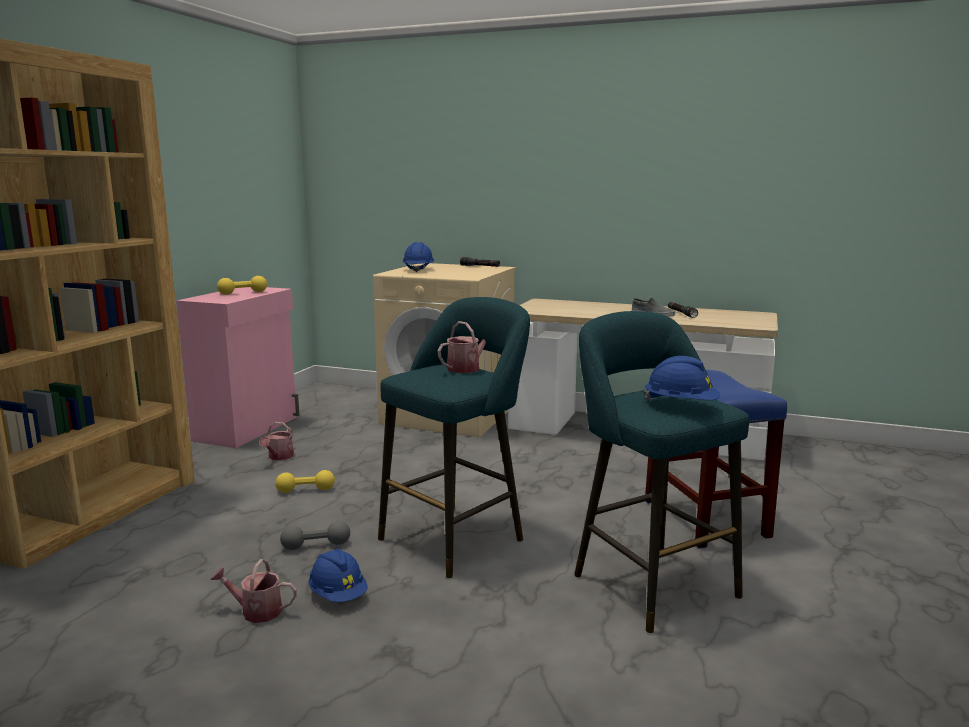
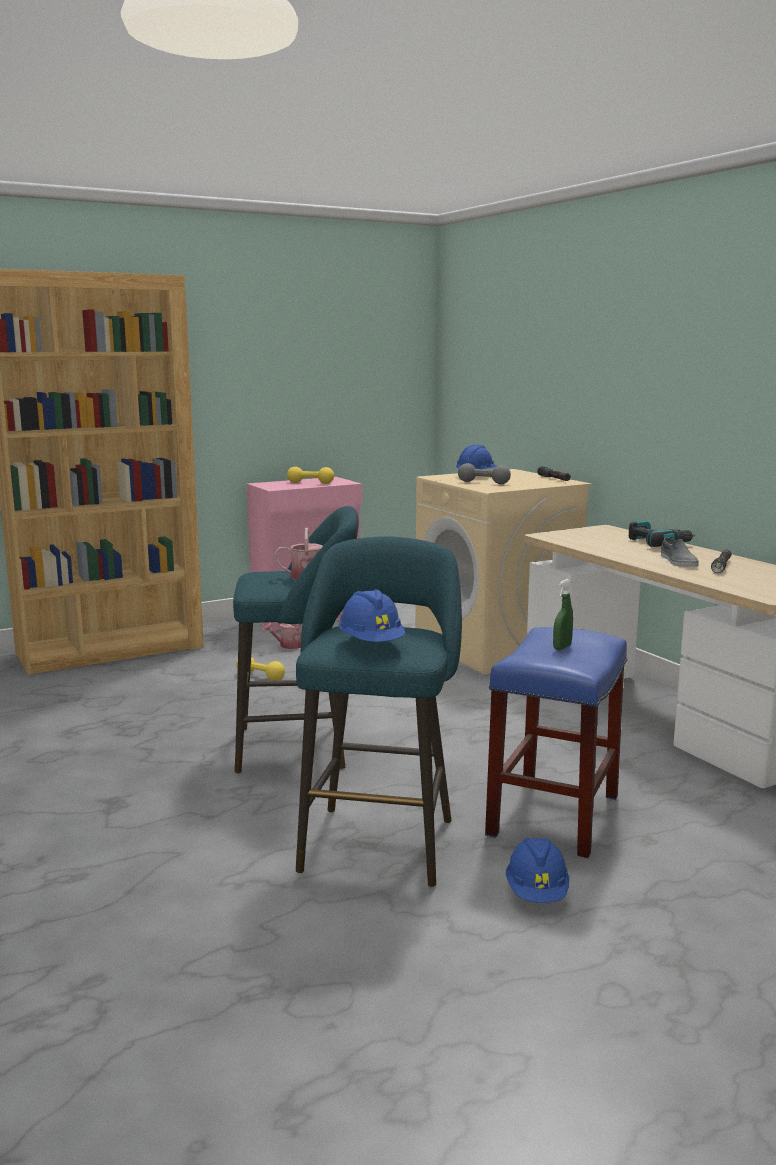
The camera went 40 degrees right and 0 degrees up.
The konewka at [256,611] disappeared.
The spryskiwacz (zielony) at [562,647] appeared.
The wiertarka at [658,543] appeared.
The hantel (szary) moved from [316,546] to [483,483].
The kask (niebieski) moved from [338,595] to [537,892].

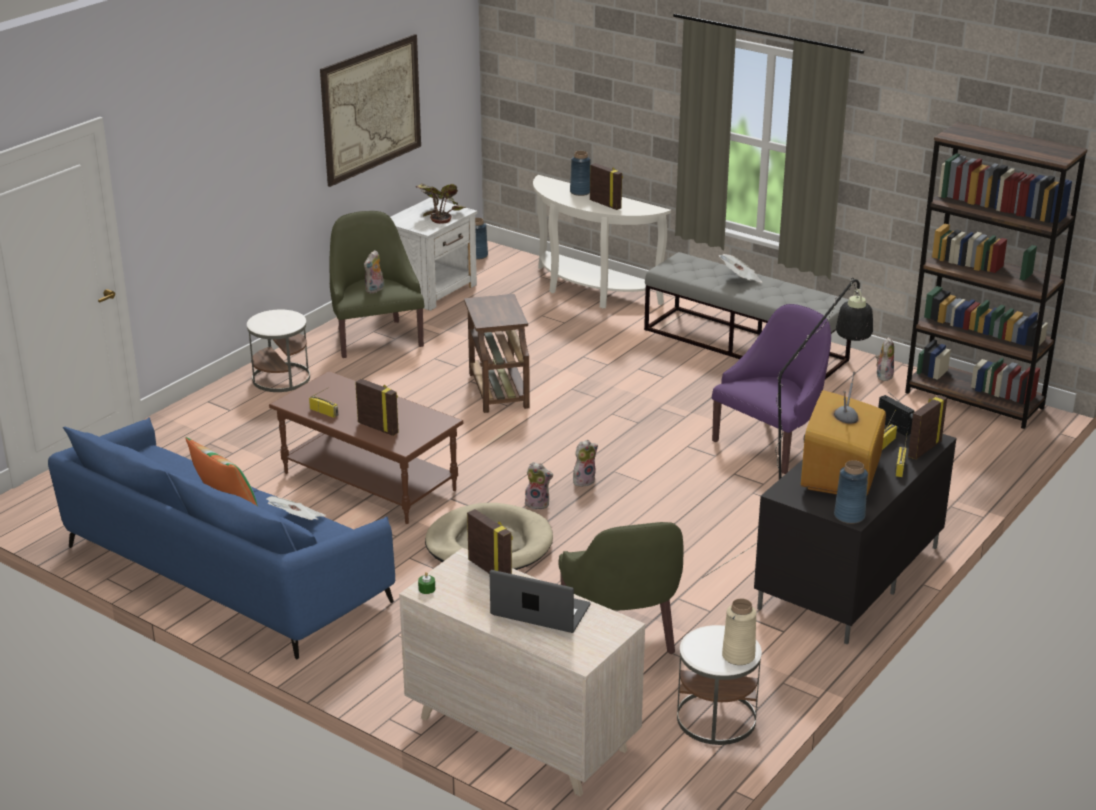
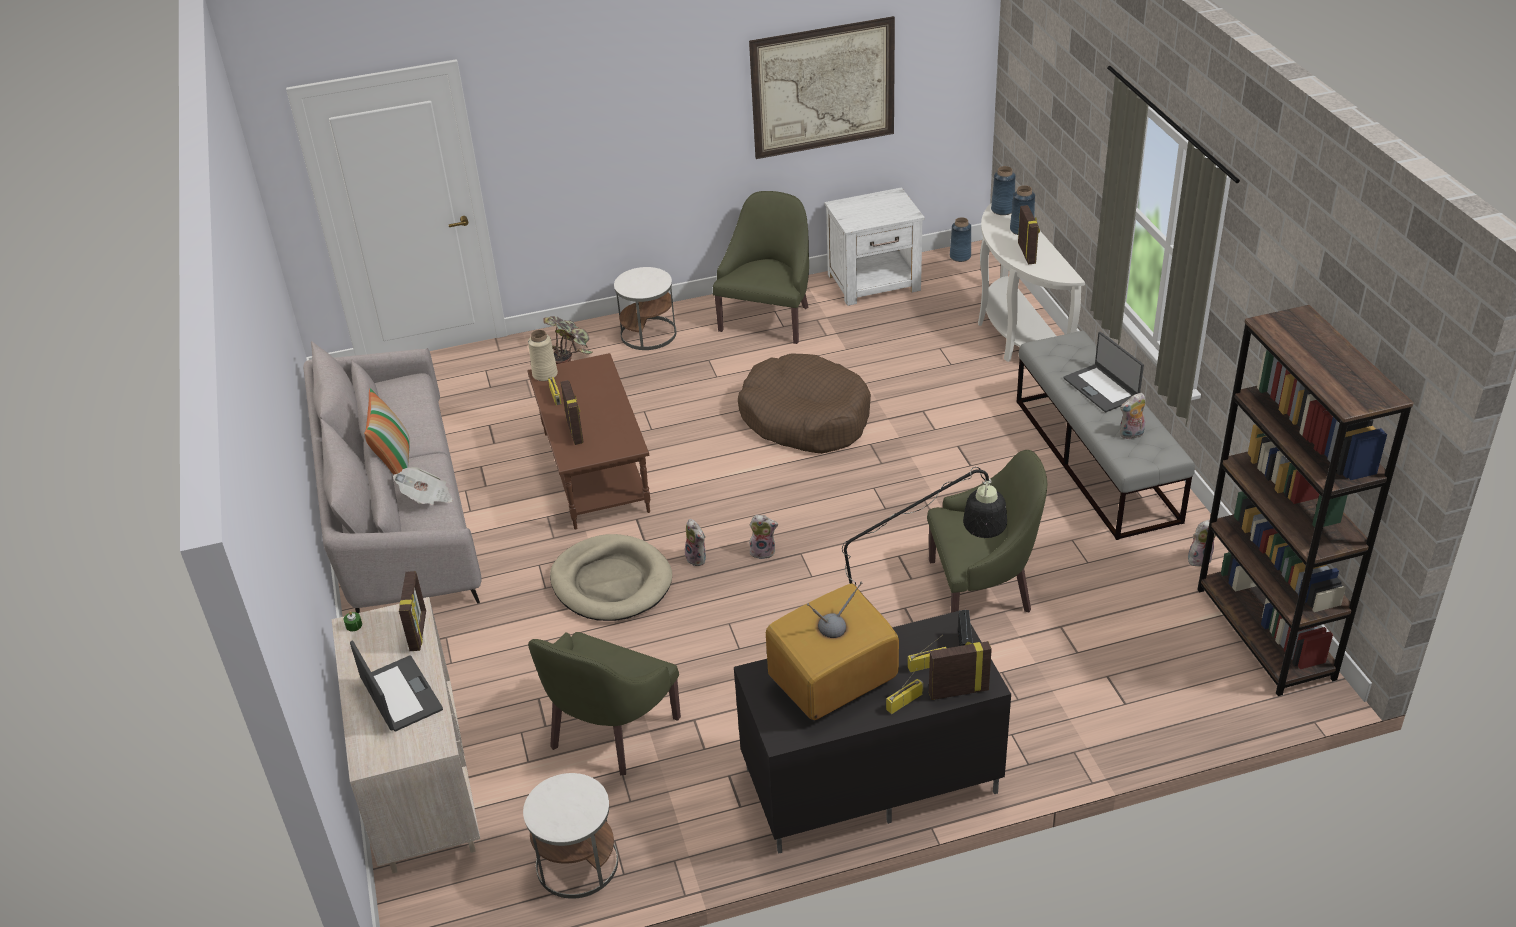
The camera went 40 degrees right and 10 degrees up.
The pluszak moved from [375,290] to [1131,435].
The roślina doniczkowa moved from [439,214] to [570,351].
The wazon (beżowy) moved from [738,656] to [545,374].
The wazon (niebieski) moved from [849,516] to [1003,210].
The stolik (brązowy) at [498,390] was replaced by the legowisko (brązowy) at [805,418].
The gazeta at [740,279] was replaced by the laptop at [1101,388].
The kanapa (niebieski) at [220,573] became the kanapa (szary) at [398,512].
The fotel (fioletowy) at [771,443] became the fotel (zielony) at [982,589].

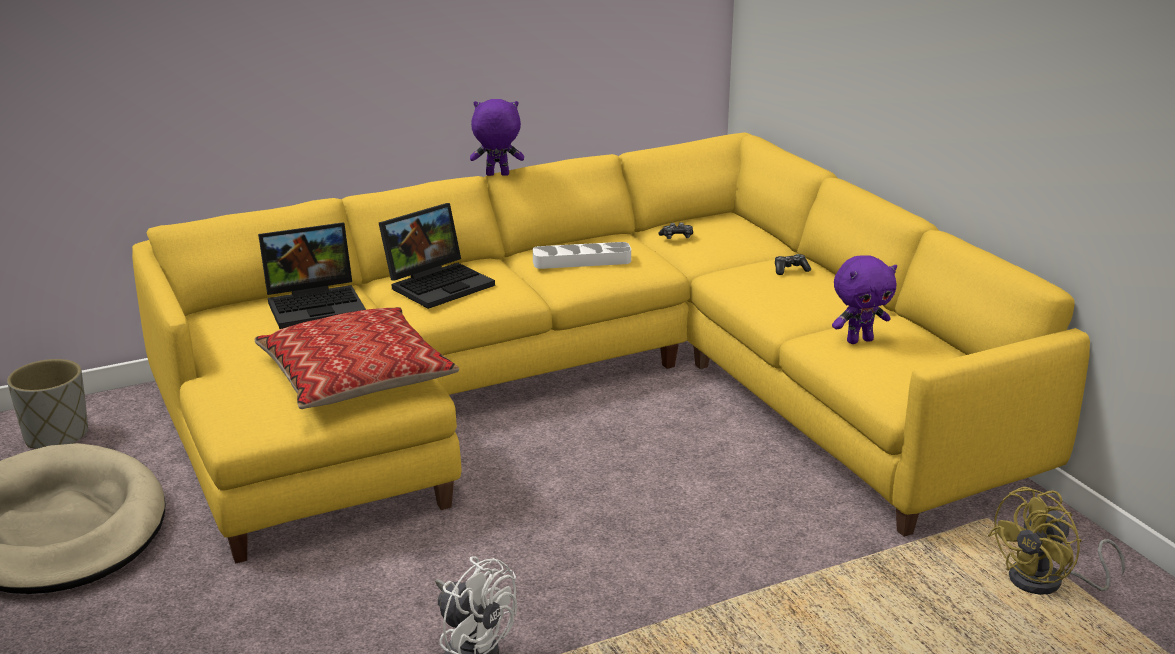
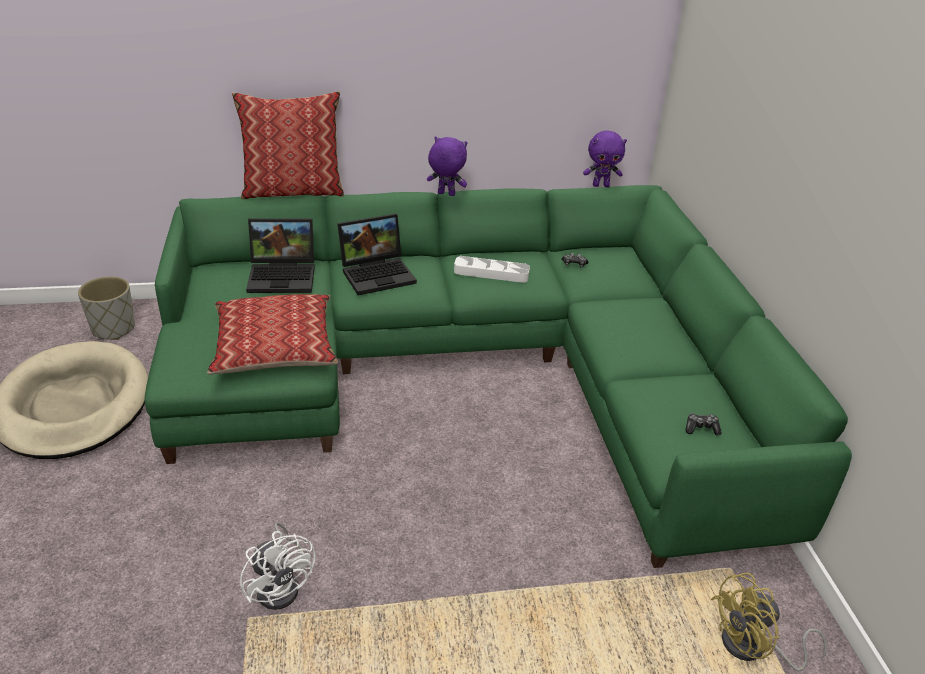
The camera went 15 degrees right and 10 degrees up.
The poduszka at [293,191] appeared.
The pad do gier moved from [790,270] to [701,428].
The pluszak (fioletowy) moved from [859,340] to [601,185].
The kanapa (żółty) at [595,391] became the kanapa (zielony) at [482,371].

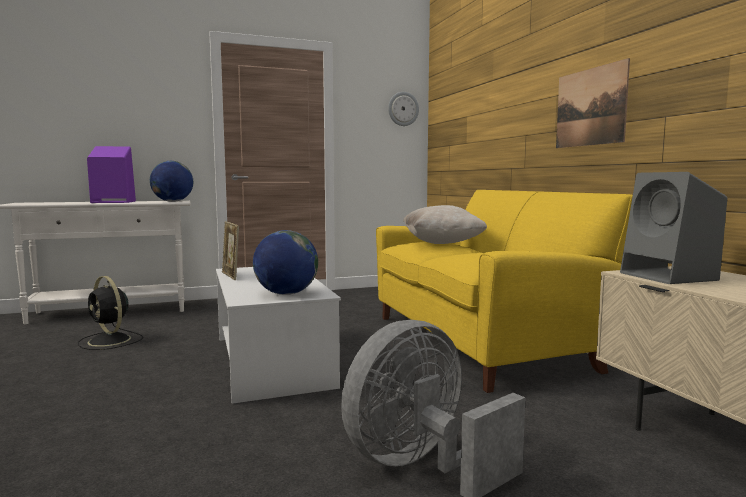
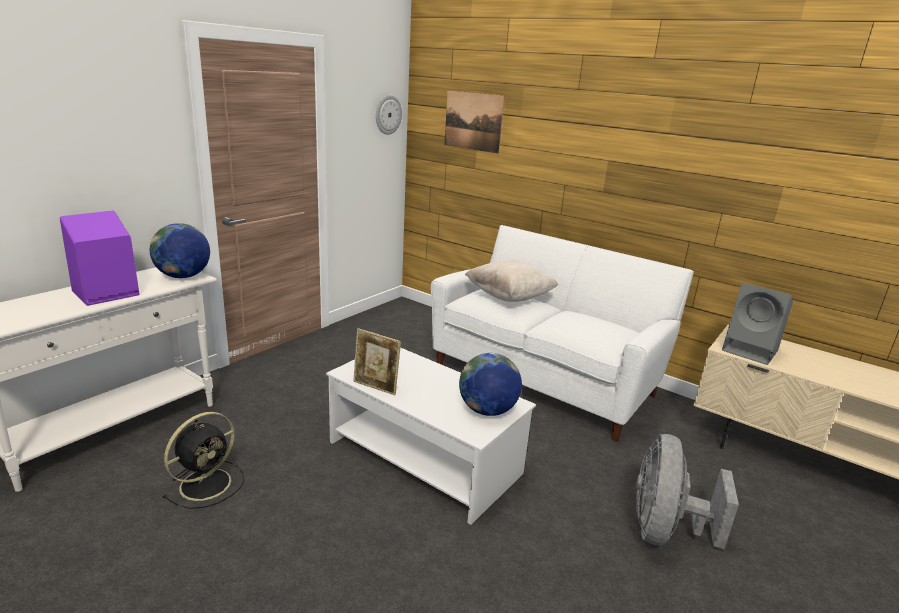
The camera went 35 degrees left and 15 degrees up.
The obraz moved from [590,107] to [473,121].
The kanapa (żółty) at [480,341] became the kanapa (biały) at [545,379].
The wentylator (czarny) at [110,341] turned 60 degrees counterclockwise.

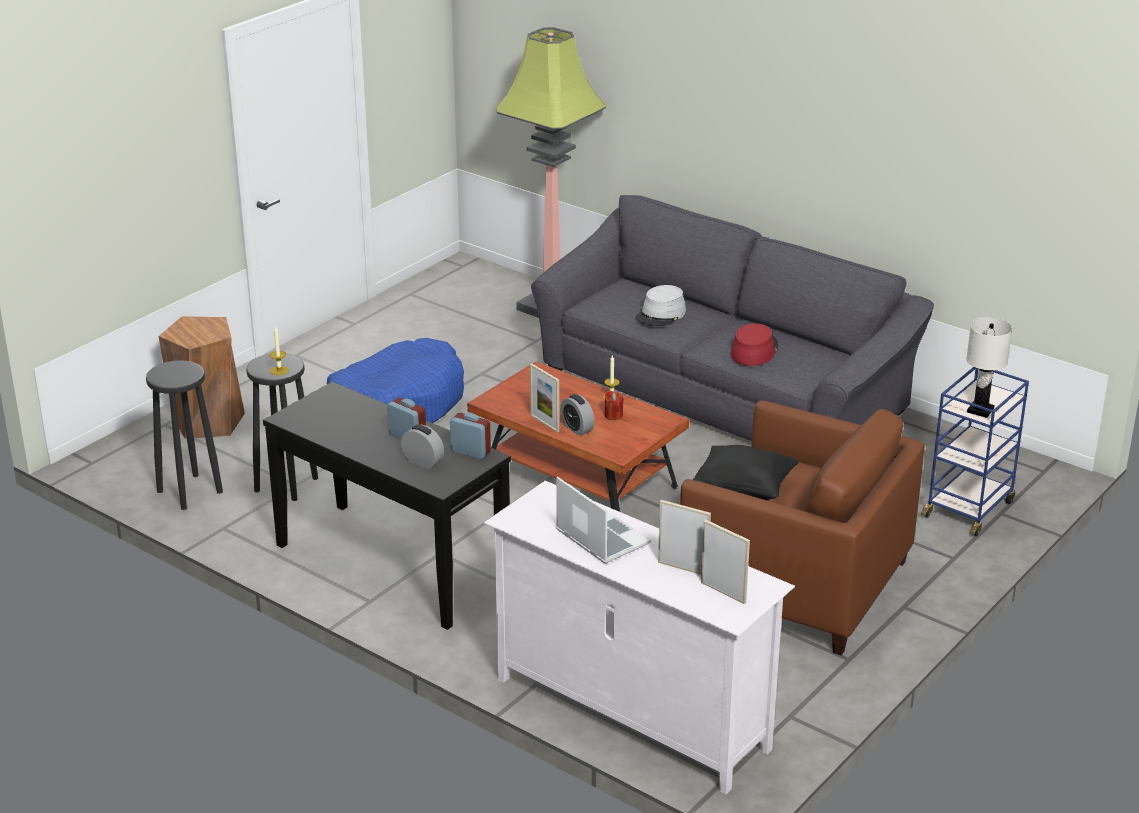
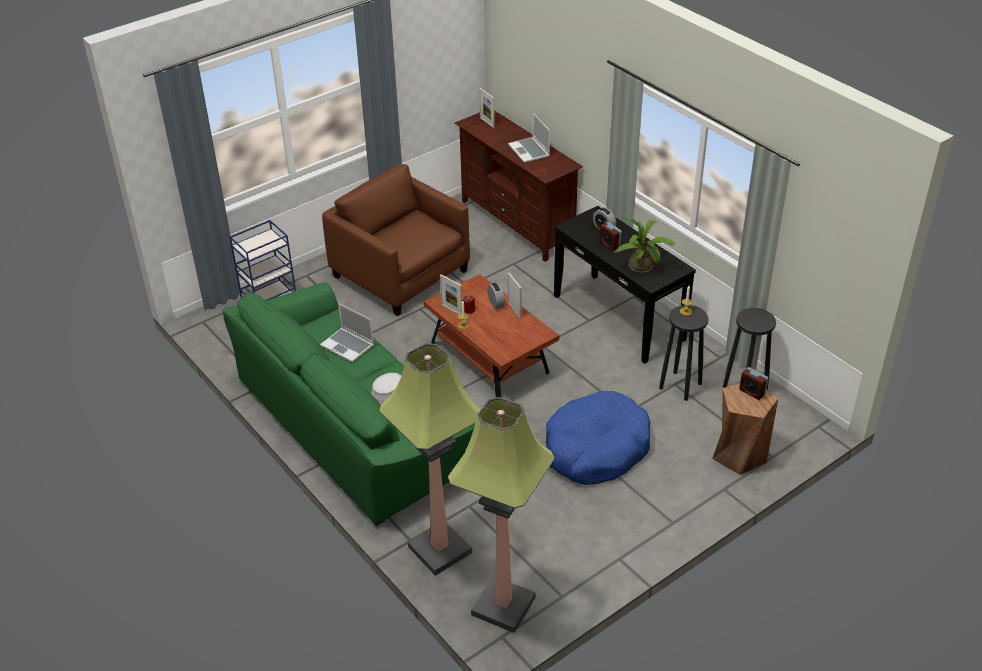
The camera went 165 degrees left and 10 degrees up.
The poduszka (czarny) at [744,491] disappeared.
The lampa stołowa (biały) at [981,410] disappeared.
The lampa stojąca at [503,607] appeared.
The roślina doniczkowa at [643,268] appeared.
The budzik moved from [470,451] to [752,392].
The ramka na zdjęcie moved from [682,568] to [451,310].
The kapelusz (czerwony) at [754,350] was replaced by the laptop at [348,346].
The szafka pod telewizor (biały) at [630,714] became the szafka pod telewizor (brązowy) at [517,223].
The kanapa (szary) at [722,389] became the kanapa (zielony) at [353,425].

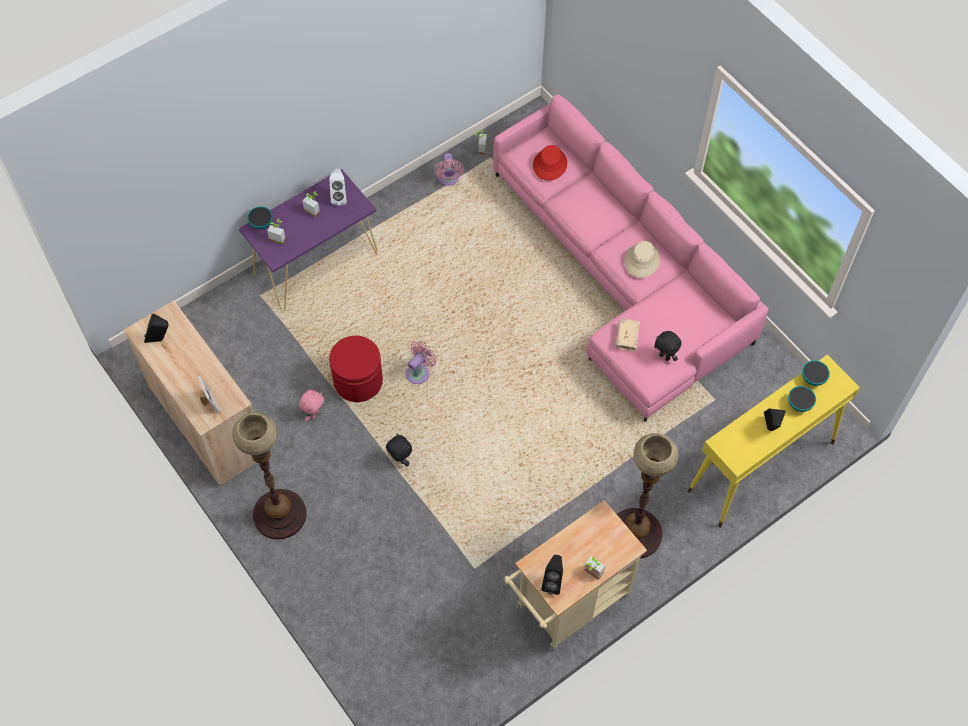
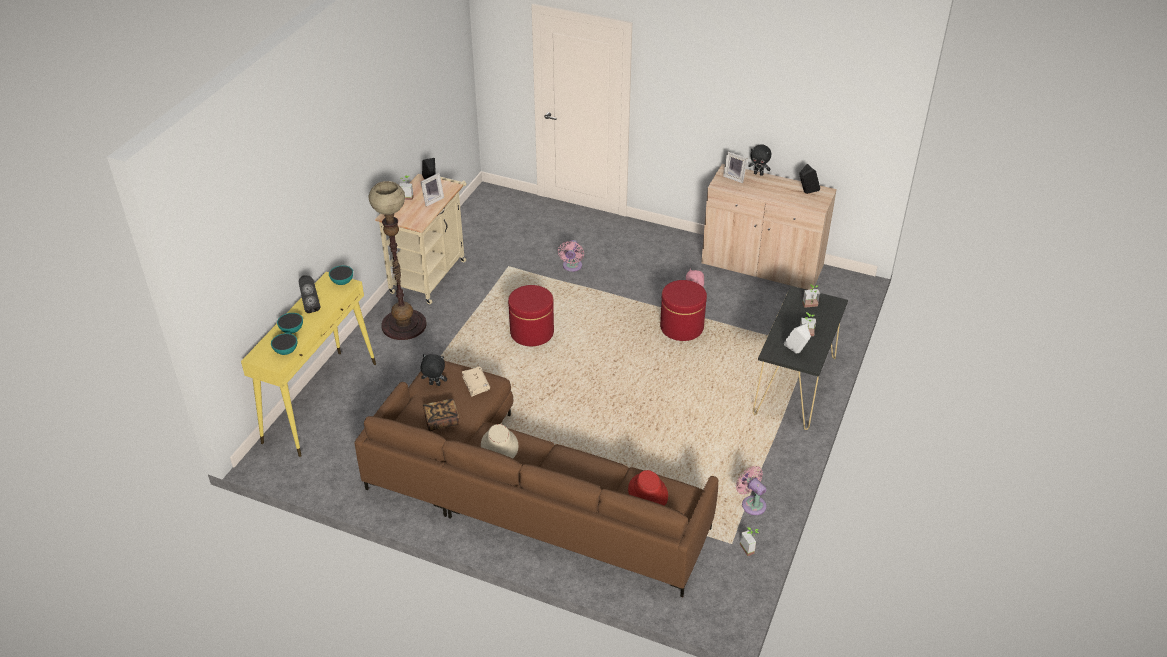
The camera went 150 degrees right and 20 degrees down.
The lampa stojąca at [279,514] disappeared.
The ramka na zdjęcie at [432,200] appeared.
The książka at [441,421] appeared.
The pufa (czerwony) at [532,332] appeared.
The miska moved from [261,223] to [342,282].
The pluszak (czarny) moved from [400,459] to [758,174].
The wentylator (różowy) moved from [419,372] to [572,267].
The stolik konsolowy (fioletowy) at [316,263] became the stolik konsolowy (czarny) at [794,386].
The kanapa (różowy) at [622,276] became the kanapa (brązowy) at [523,492].

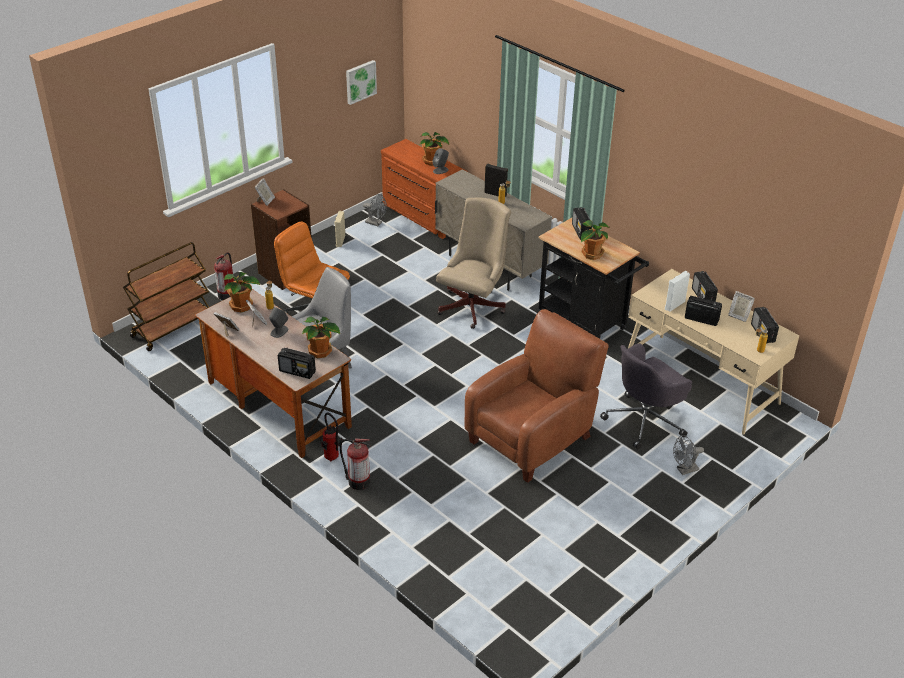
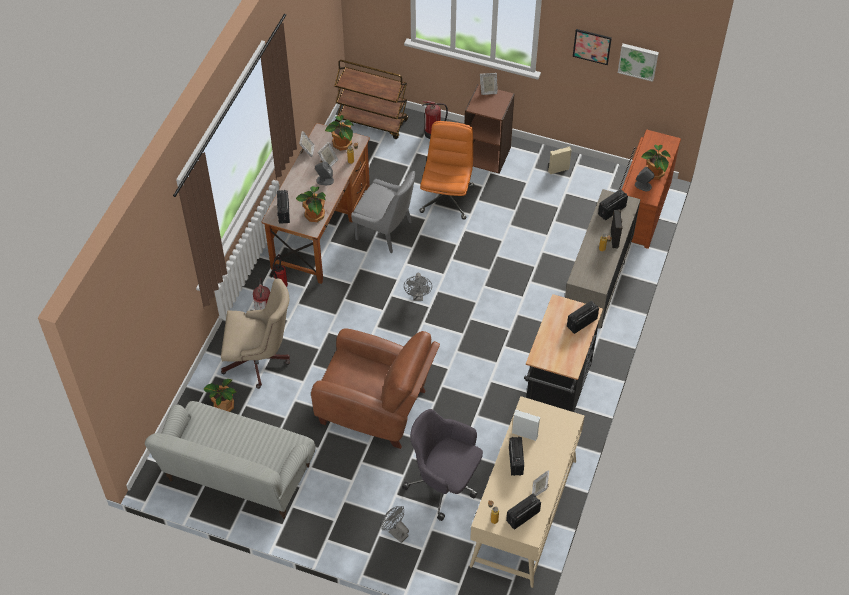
The camera went 65 degrees right and 15 degrees up.
The kanapa at [238,477] appeared.
The obraz at [592,46] appeared.
The wentylator (szary) moved from [376,223] to [418,296].
The krzesło biurowe (beżowy) moved from [474,305] to [260,361].
The roślina doniczkowa moved from [591,254] to [223,405].
The radio moved from [703,297] to [611,211].

